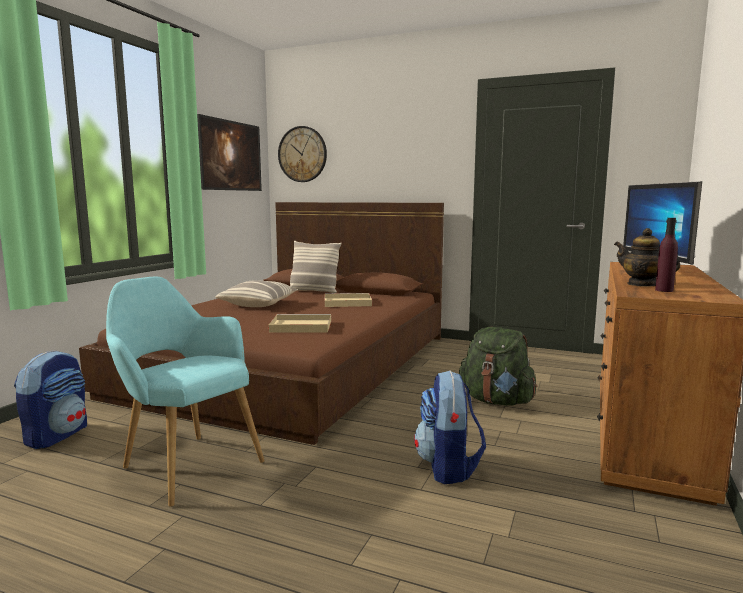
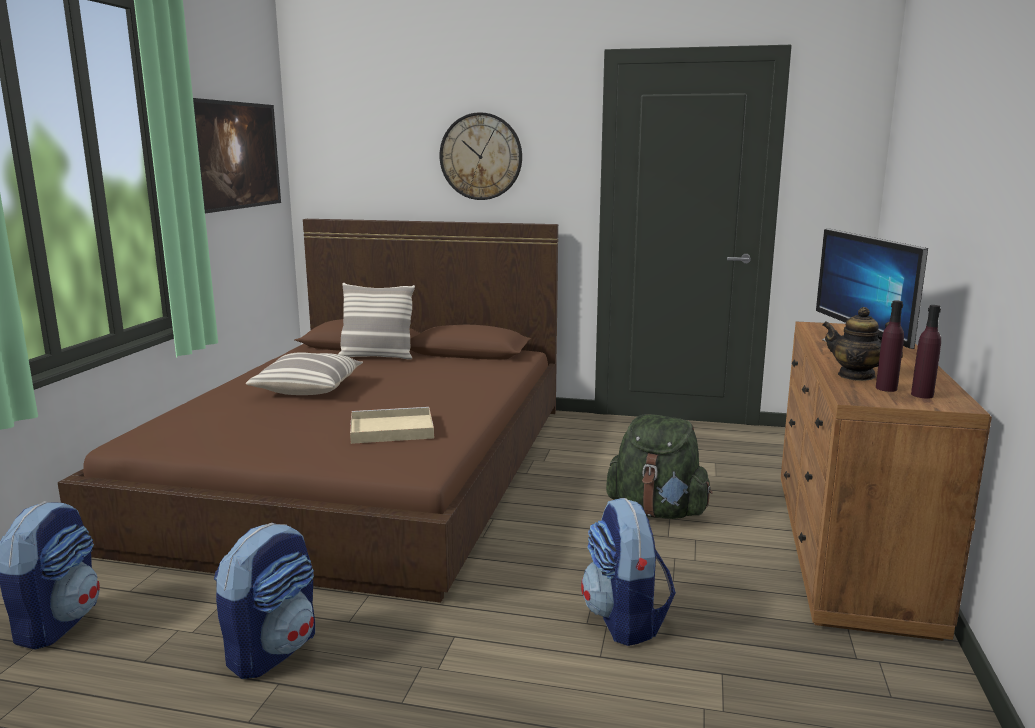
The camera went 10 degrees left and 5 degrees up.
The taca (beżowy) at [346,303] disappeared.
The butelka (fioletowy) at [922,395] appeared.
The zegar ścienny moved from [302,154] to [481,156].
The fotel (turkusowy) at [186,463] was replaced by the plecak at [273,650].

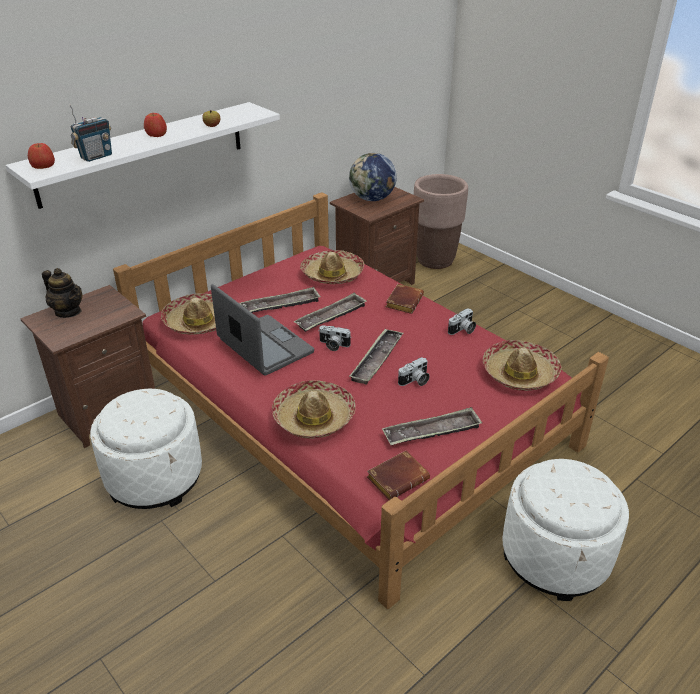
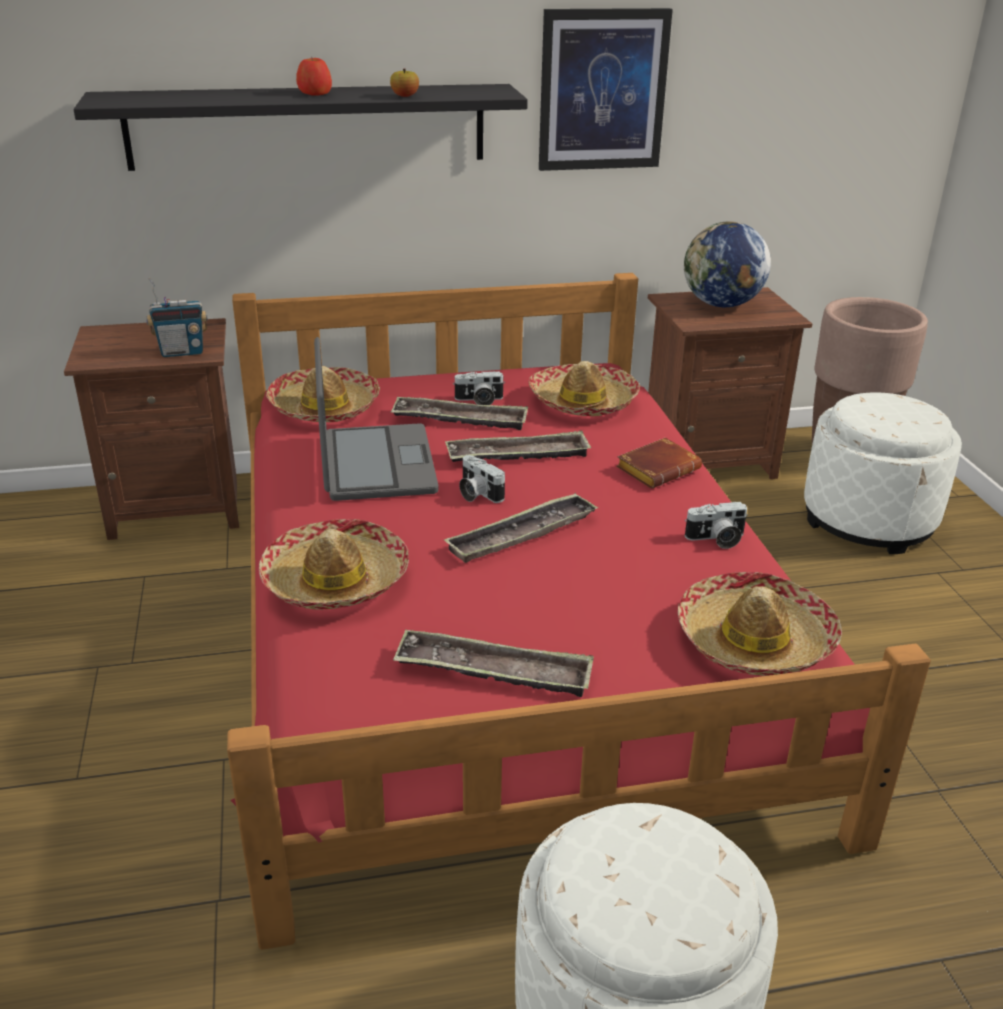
The camera went 30 degrees right and 5 degrees down.
The jabłko at [43,166] disappeared.
The imbryk at [68,311] disappeared.
The książka (brązowy) at [398,478] disappeared.
The obraz at [602,90] appeared.
The radio moved from [96,157] to [182,352].
The pufa (biały) moved from [154,478] to [868,520].
The aparat fotograficzny moved from [415,381] to [479,401].
The półka (biały) at [143,153] became the półka (czarny) at [307,126].

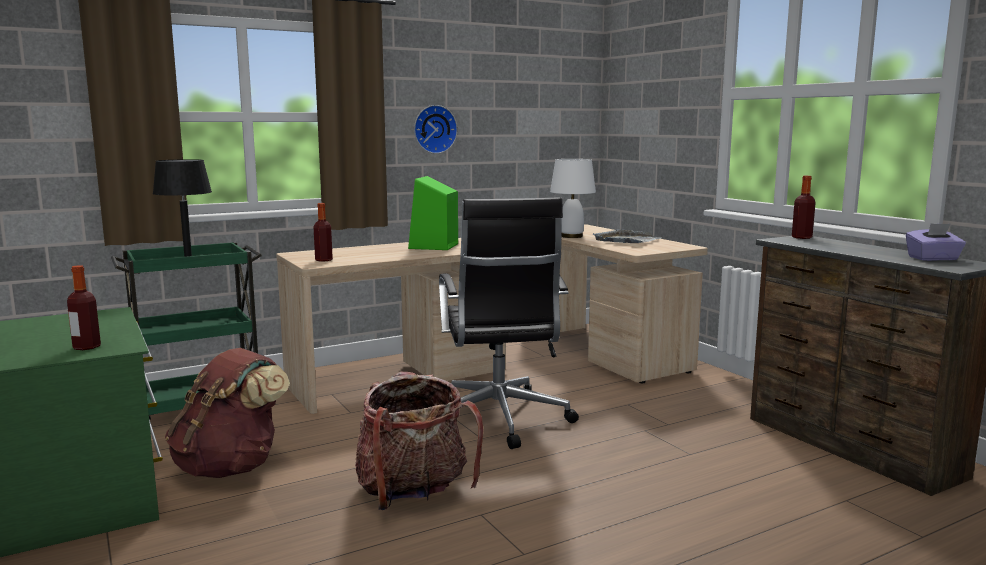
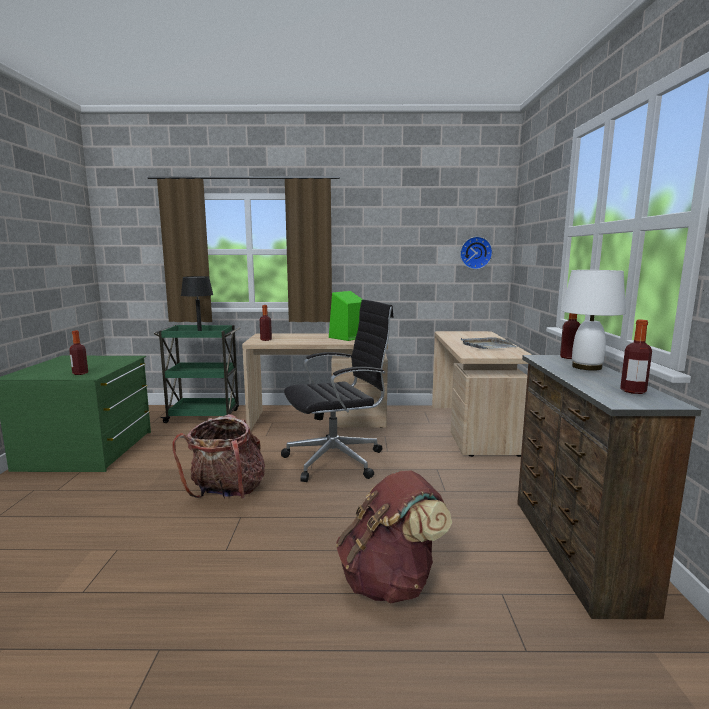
The camera went 30 degrees right and 0 degrees up.
The plecak (brązowy) moved from [231,467] to [390,582].
The zegar ścienny moved from [434,129] to [475,253].
The lampa stołowa (biały) moved from [572,236] to [587,367].
The pudełko chusteczek (fioletowy) at [933,258] was replaced by the butelka at [633,391].
The krzesło biurowe (czarny) at [499,420] turned 135 degrees counterclockwise.

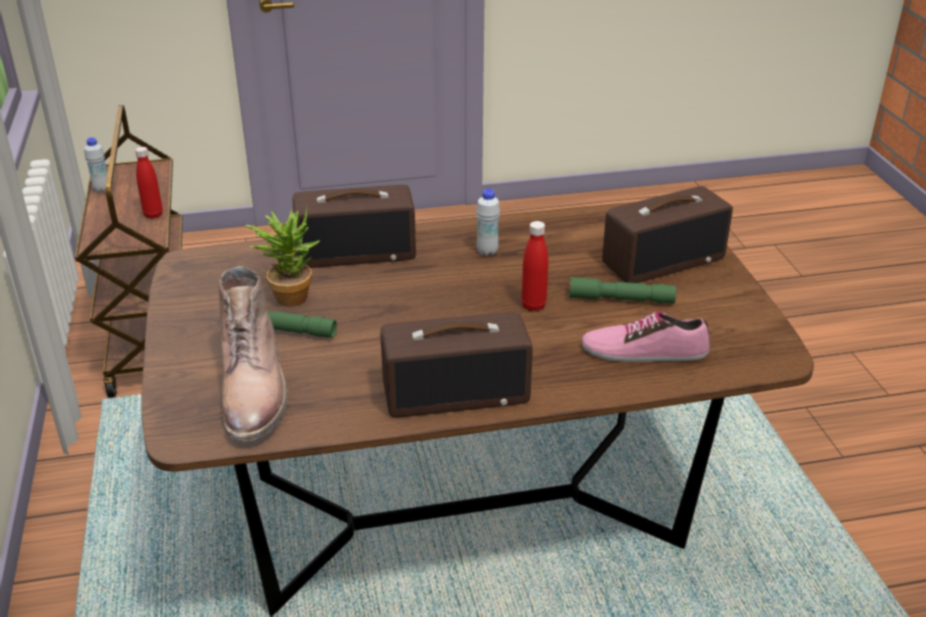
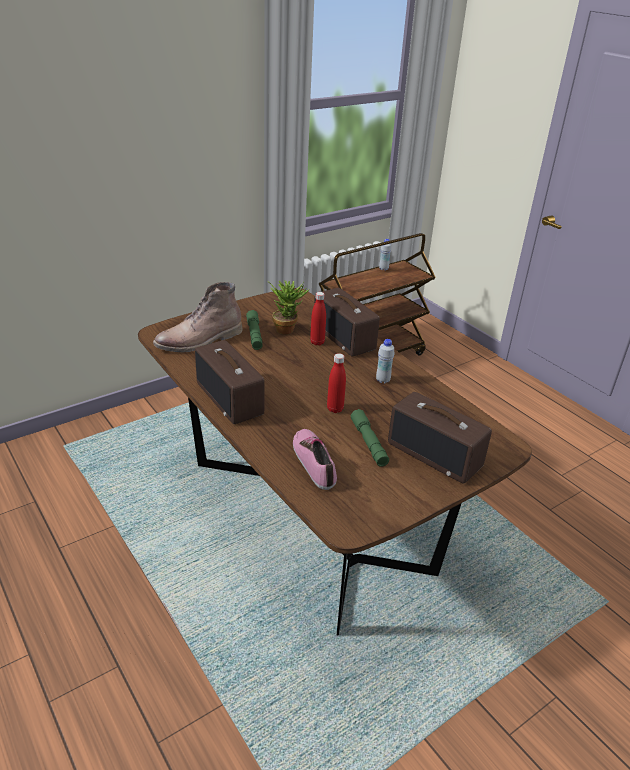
The camera went 65 degrees right and 0 degrees up.
The butelka (czerwony) moved from [153,215] to [317,342].

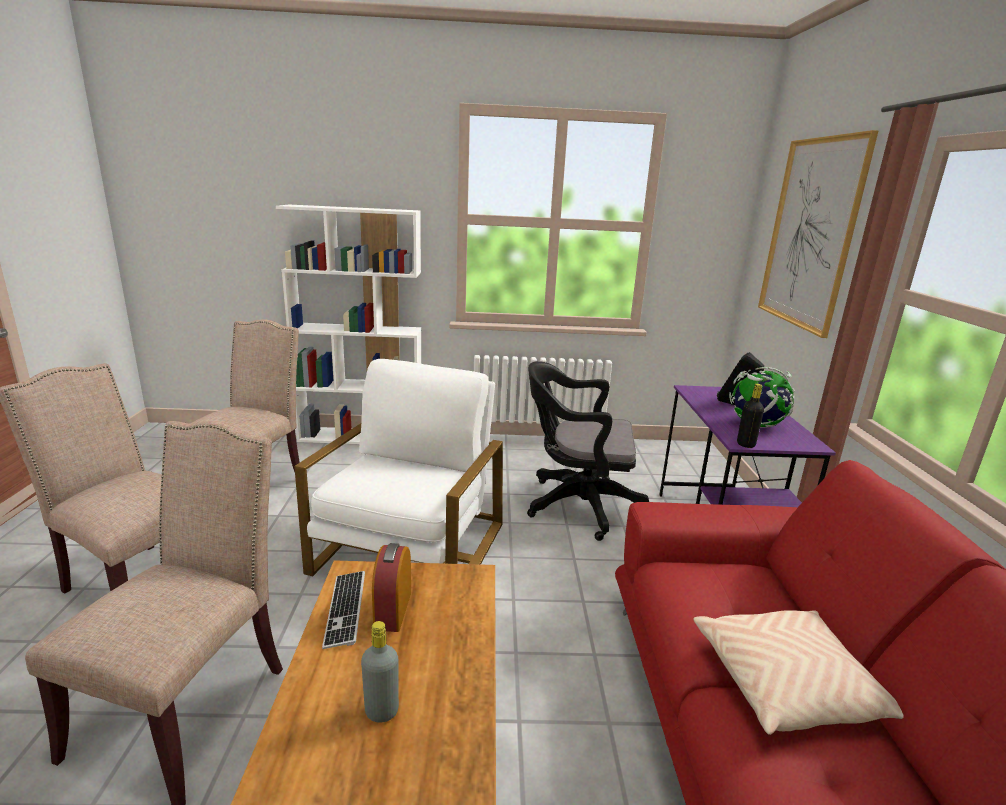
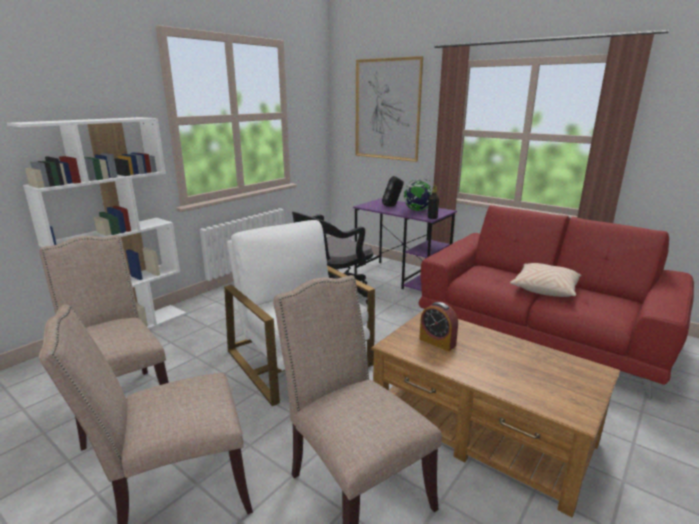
The camera went 50 degrees left and 0 degrees up.
The klawiatura at [345,609] disappeared.
The butelka (szary) at [381,711] disappeared.

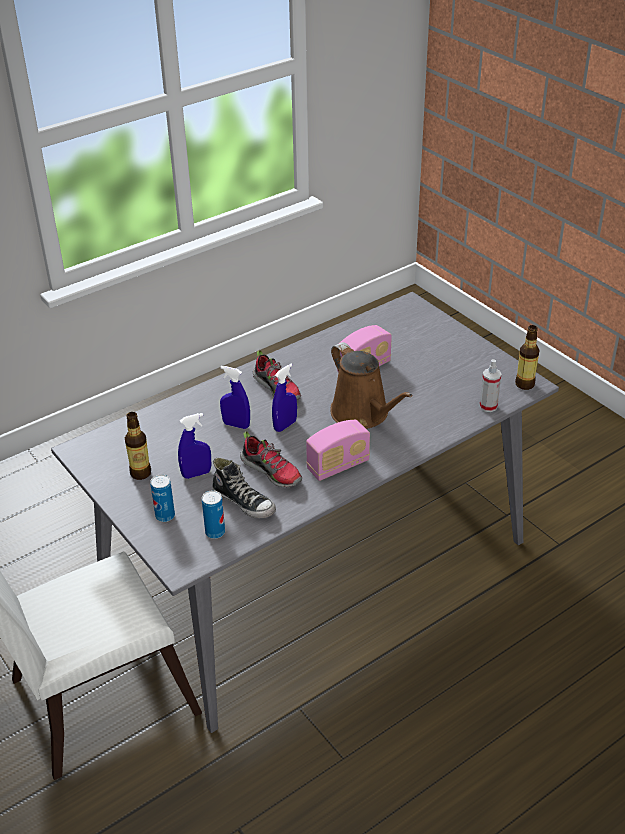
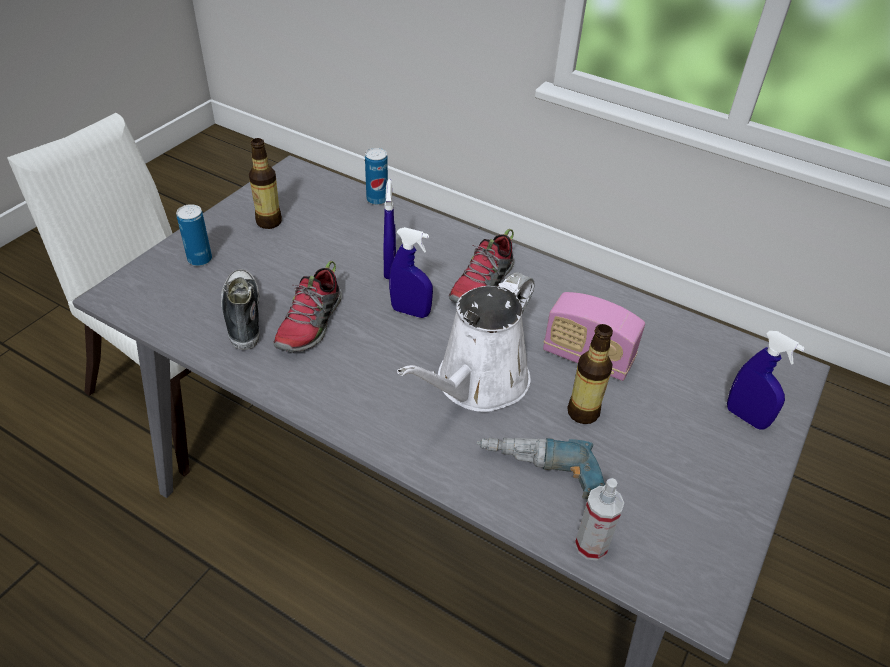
The camera went 65 degrees right and 5 degrees up.
The radio at [338,466] disappeared.
The wiertarka at [538,479] appeared.
The spryskiwacz (niebieski) moved from [196,474] to [746,417].
The puszka moved from [215,532] to [377,199].
The butelka moved from [524,384] to [583,412].
The konewka (brązowy) at [363,414] became the konewka (biały) at [477,384].
The but at [244,502] turned 150 degrees clockwise.

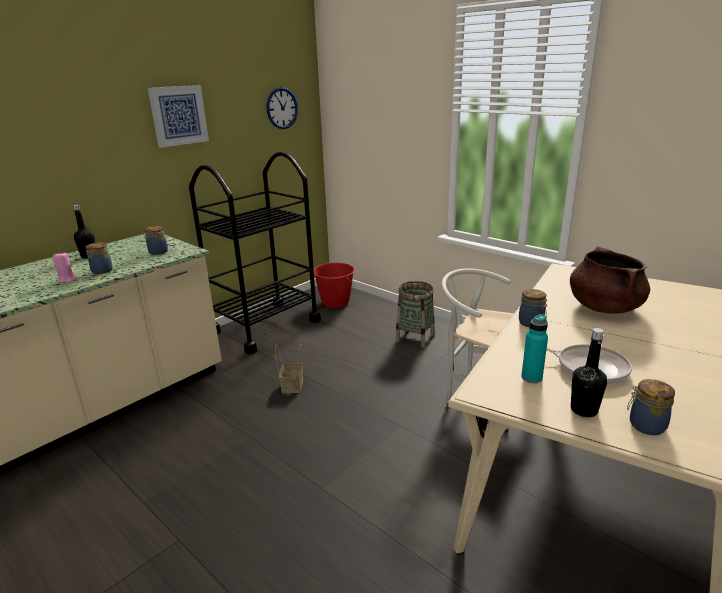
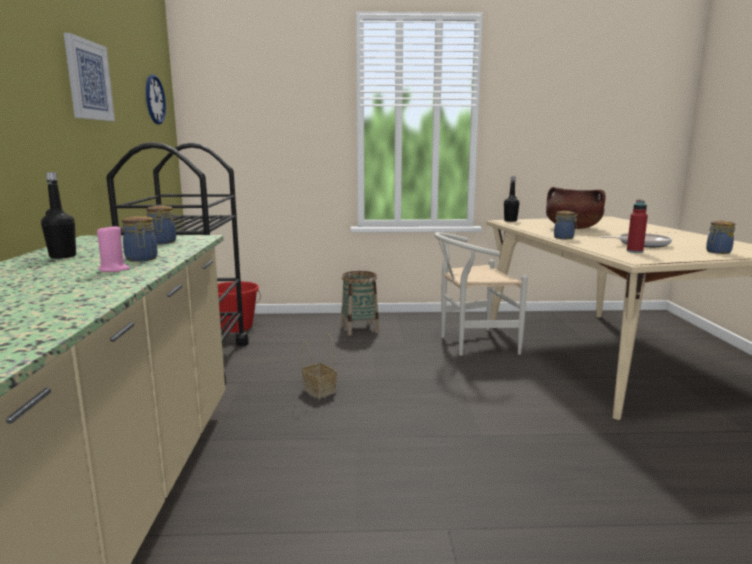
The camera went 45 degrees left and 10 degrees down.
The butelka (czarny) moved from [584,410] to [510,221].
The butelka (turkusowy) at [531,377] became the butelka (czerwony) at [634,251].

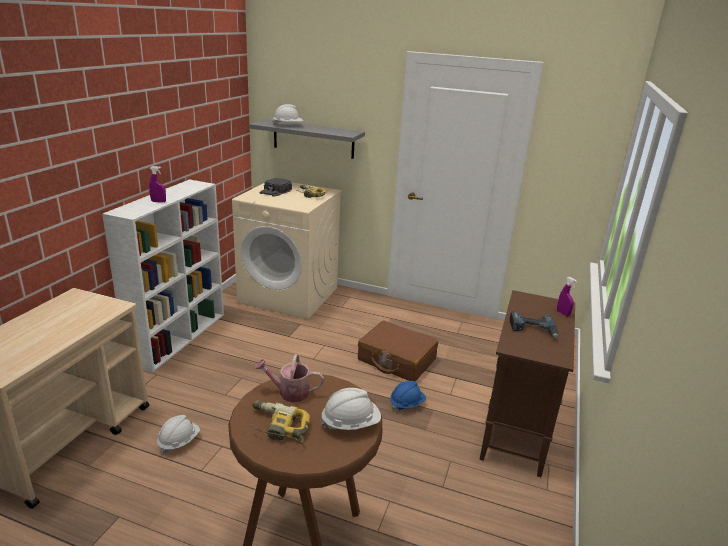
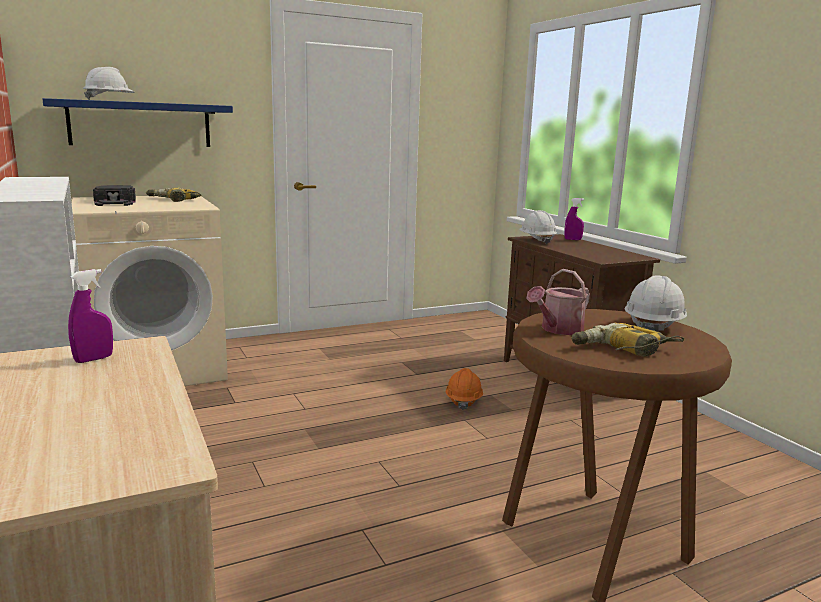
The camera went 45 degrees left and 10 degrees down.
The walizka (brązowy) at [396,360] disappeared.
The wiertarka at [533,329] disappeared.
The spryskiwacz (fioletowy) moved from [158,202] to [93,359].
The kask (biały) moved from [179,442] to [536,240].
The półka (szary) at [313,139] became the półka (niebieski) at [140,124].
The kask (niebieski) at [407,404] became the kask (pomarańczowy) at [463,401].

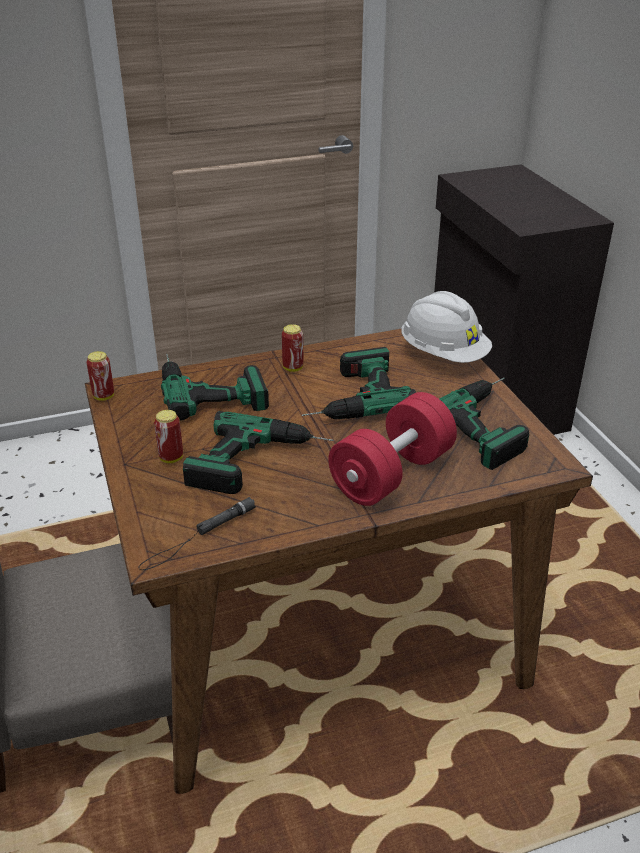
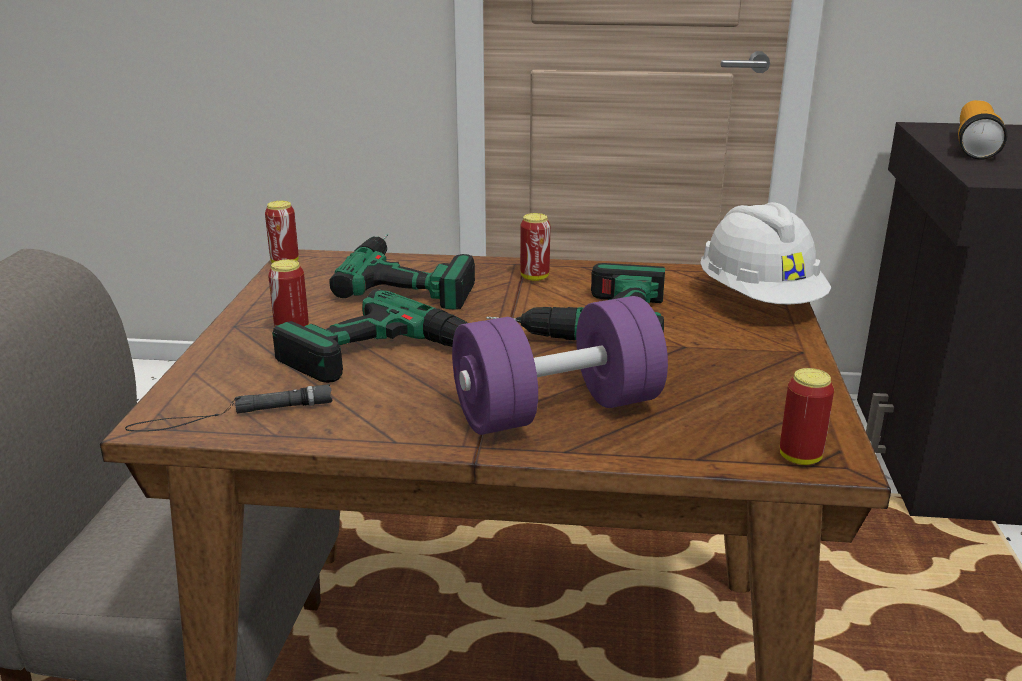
The camera went 25 degrees right and 10 degrees down.
The wiertarka at [492,423] disappeared.
The puszka at [800,457] appeared.
The latarka at [975,147] appeared.
The hantel (czerwony) at [392,474] became the hantel (fioletowy) at [557,410].

